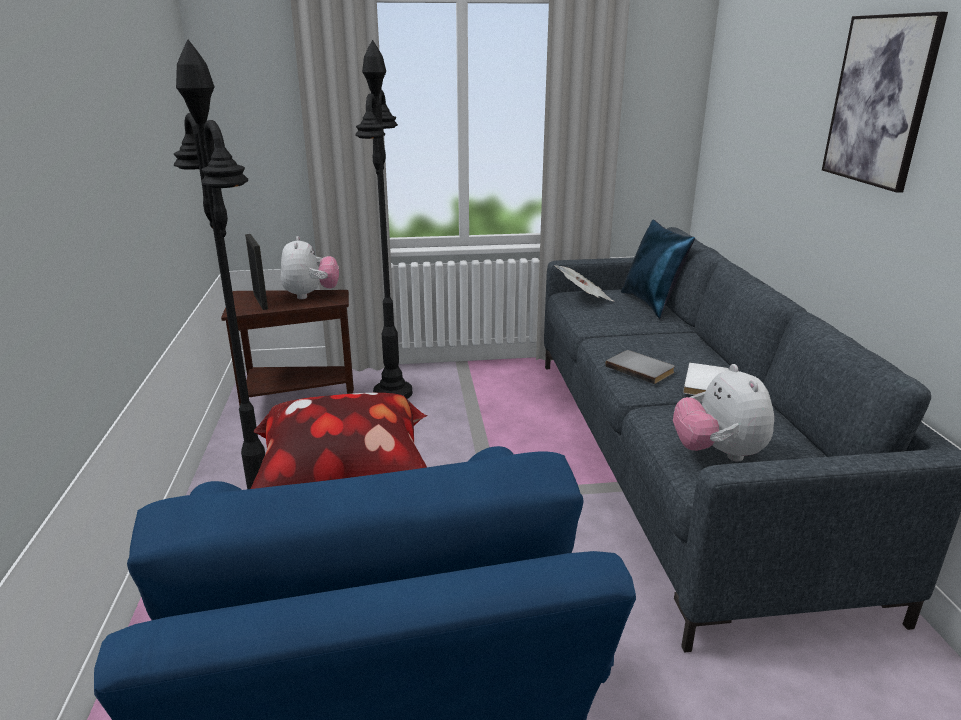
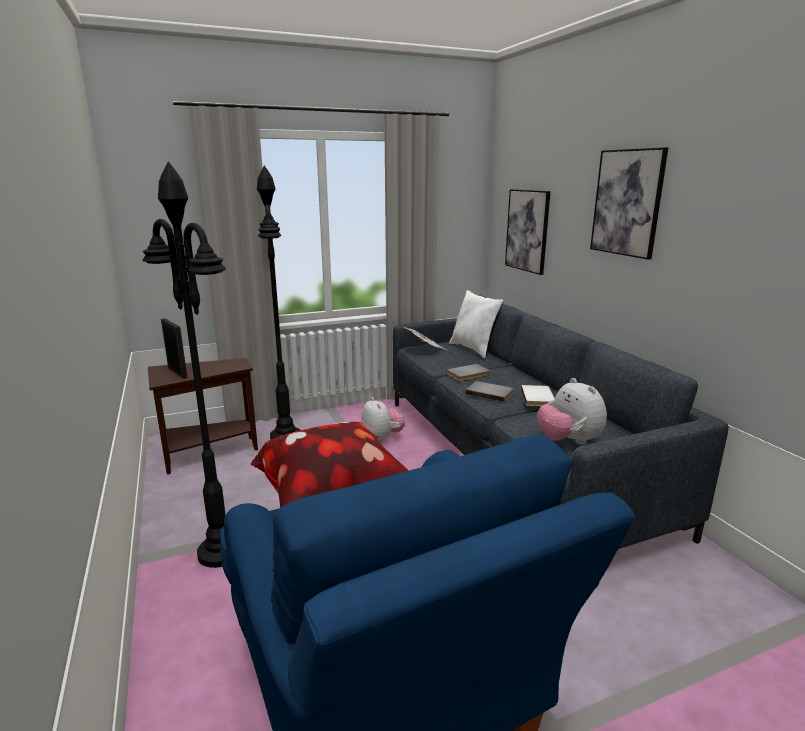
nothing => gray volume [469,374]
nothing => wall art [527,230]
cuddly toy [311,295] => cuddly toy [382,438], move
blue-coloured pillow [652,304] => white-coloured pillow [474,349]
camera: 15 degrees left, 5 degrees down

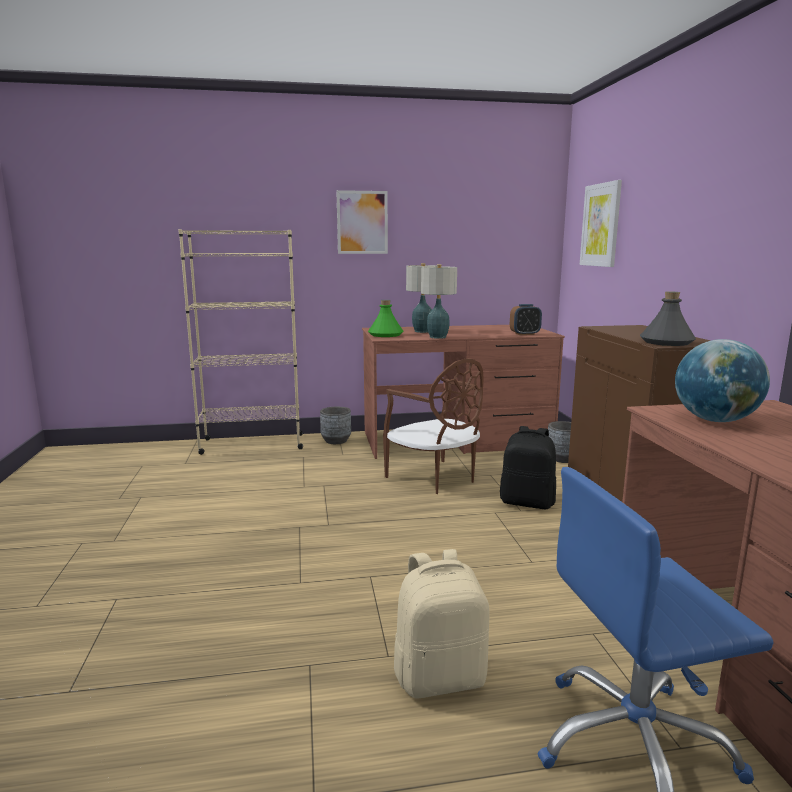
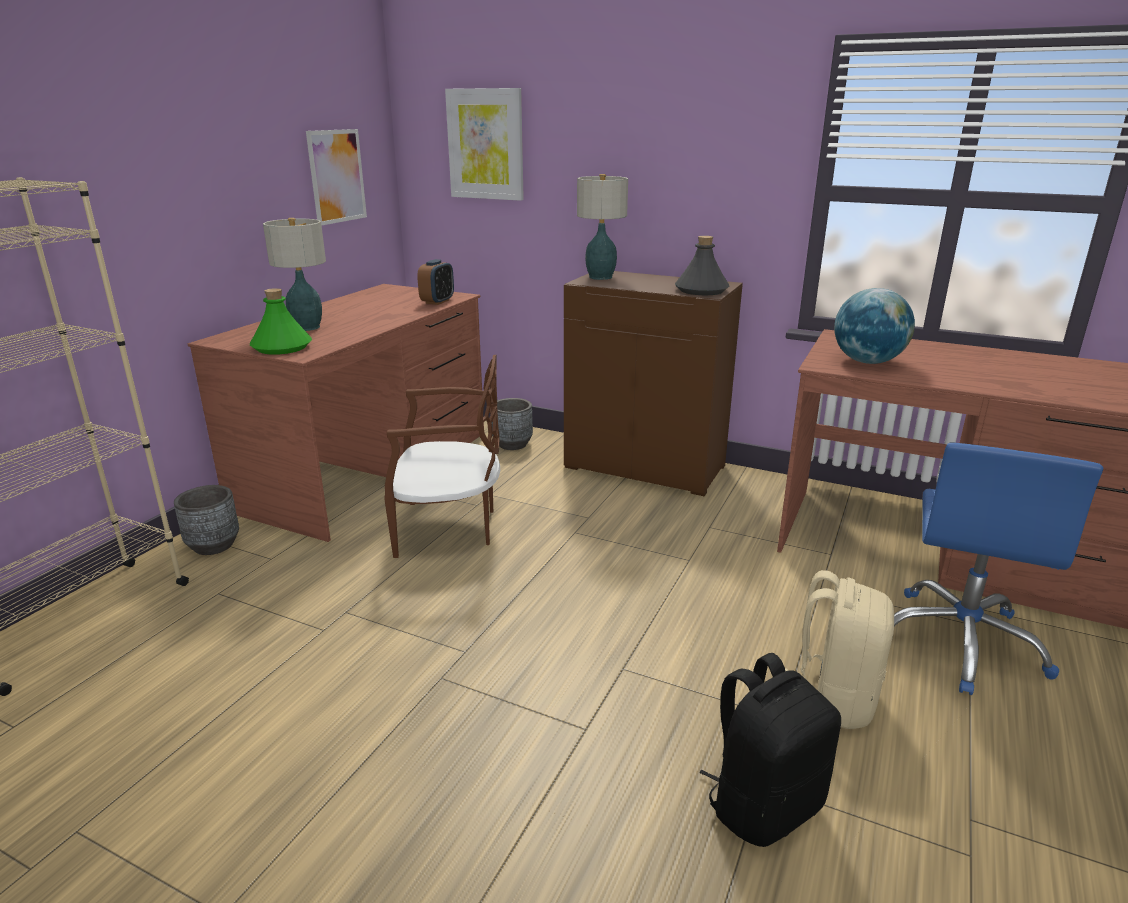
wall art [362,222] => wall art [337,176], move
tabletop lamp [438,337] => tabletop lamp [600,277], move
blackish backpack [527,502] => blackish backpack [763,804], move
camera: 55 degrees left, 10 degrees up

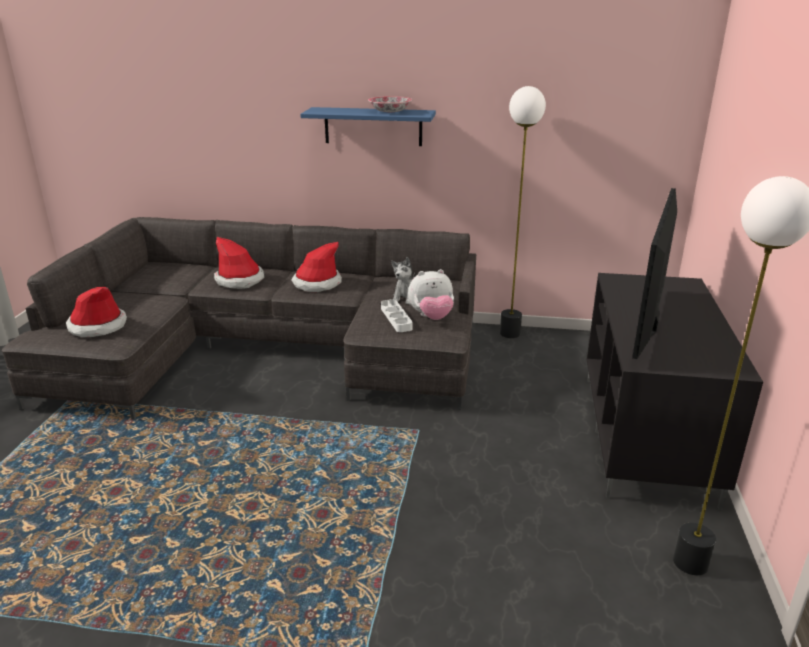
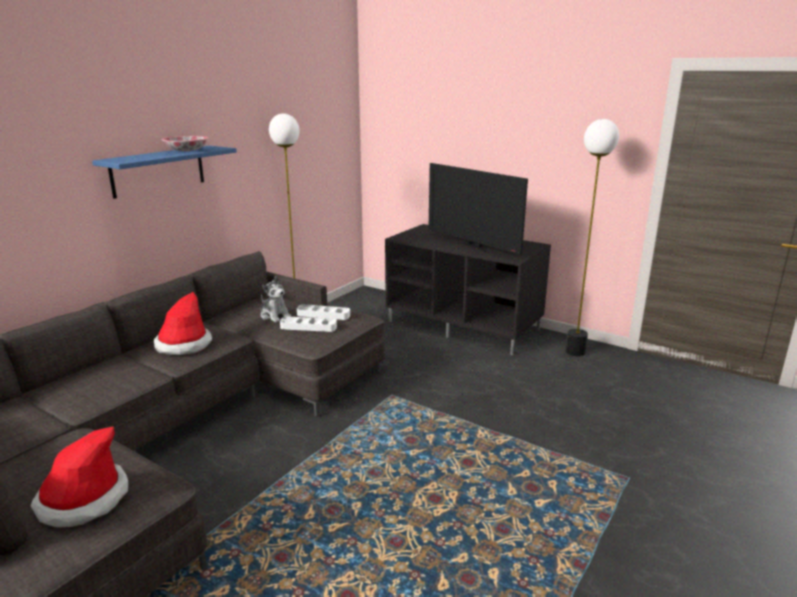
clothing hat [240,280] => nothing
cuddly toy [431,317] => white-coloured serving tray [323,315]
camera: 65 degrees left, 5 degrees down

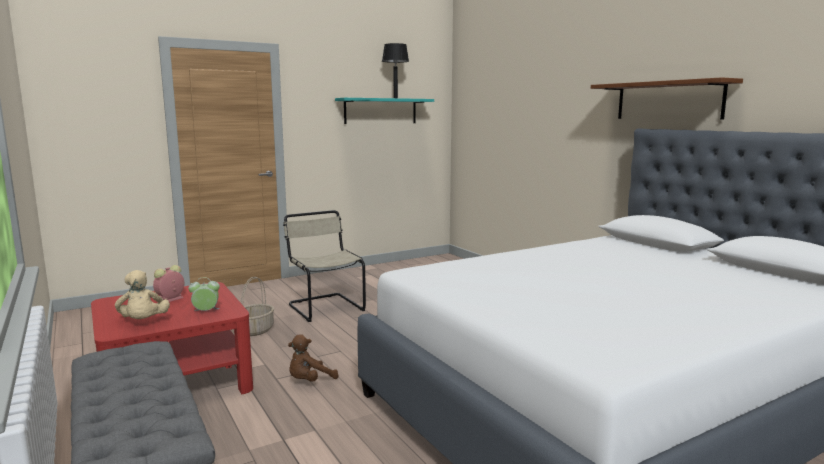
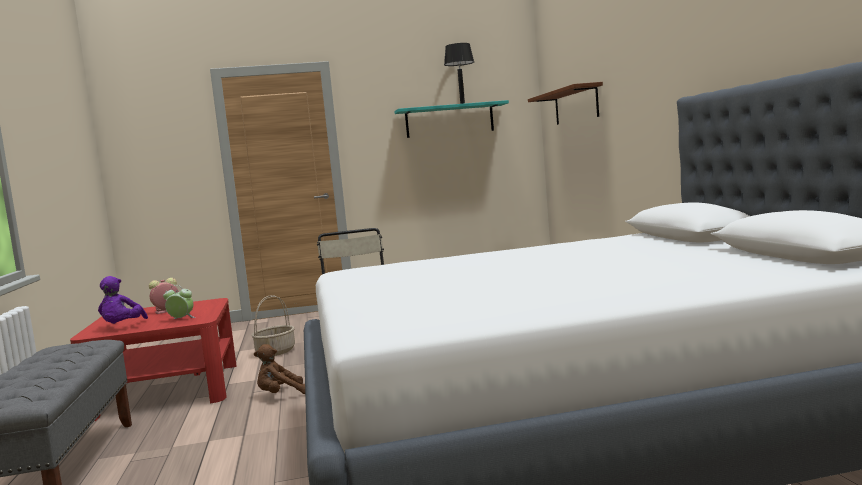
brown wall shelf [668,100] => brown wall shelf [576,105], move
sand-coloured cuddly toy [143,322] => purple-coloured cuddly toy [122,327]
camera: 20 degrees right, 5 degrees down

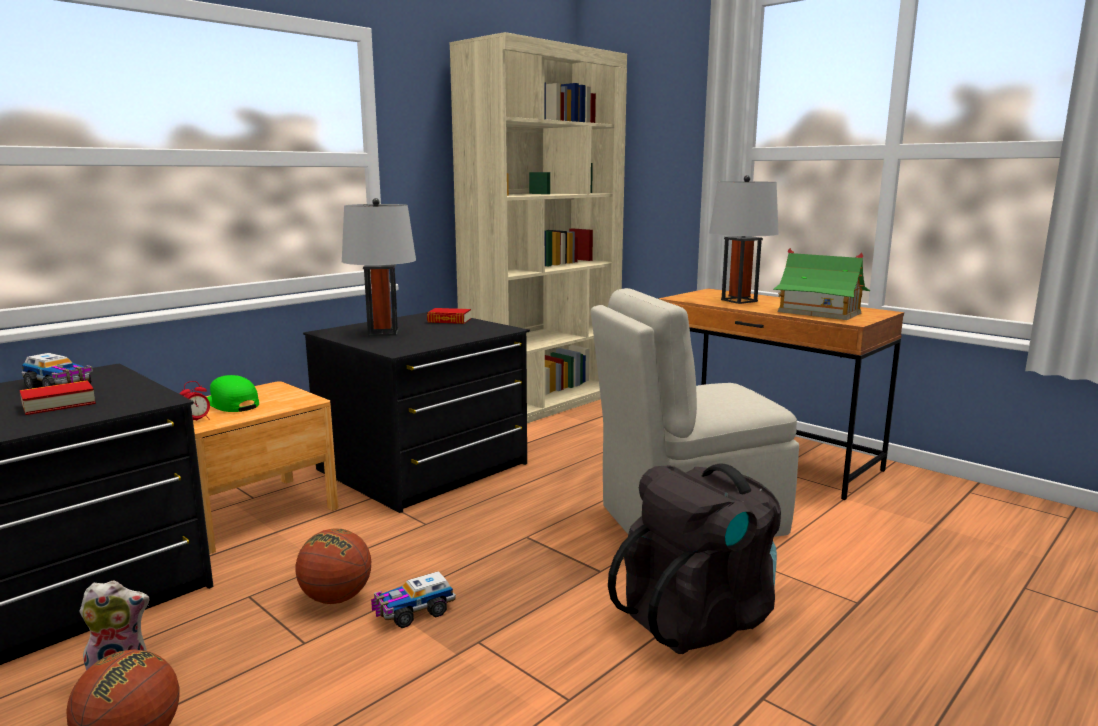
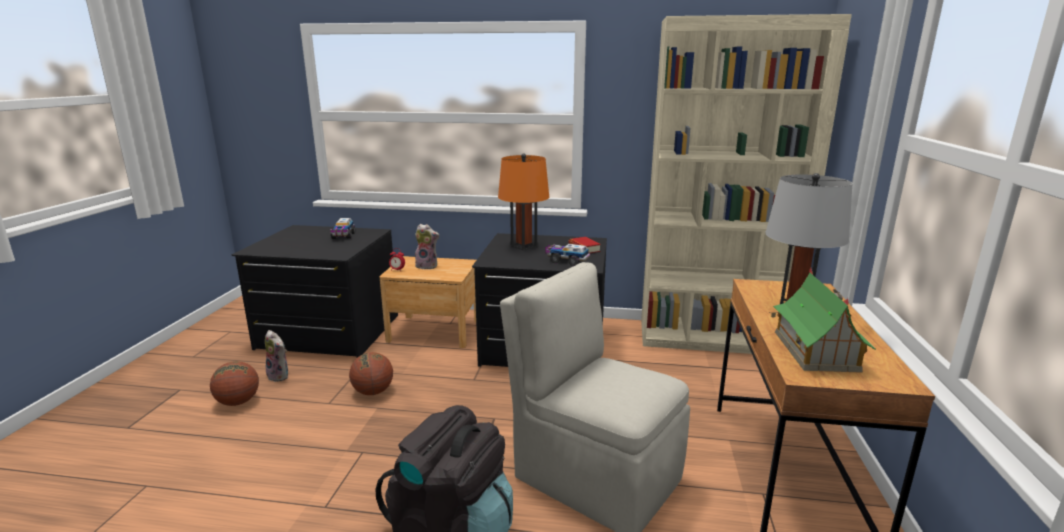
volume [59,404] => nothing
toy truck [413,612] => toy truck [566,261], move
green peaked cap [230,404] => cuddly toy [427,266]
gray tabletop lamp [383,333] => orange tabletop lamp [523,246]
camera: 55 degrees right, 5 degrees up

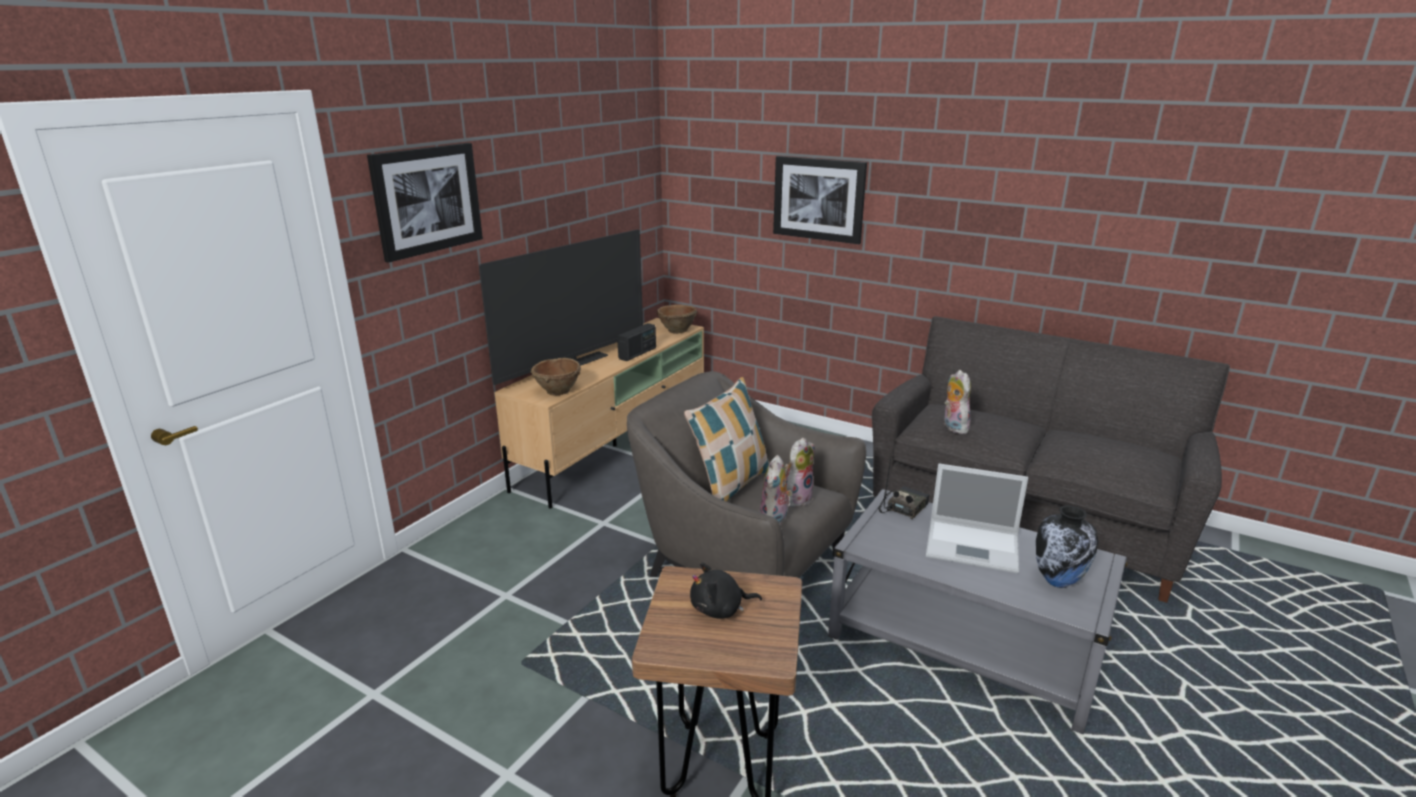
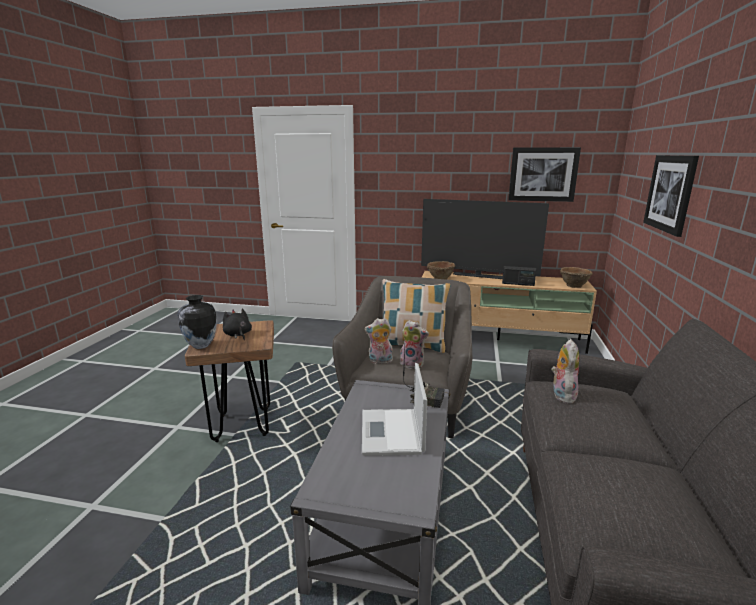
wall art [427,200] => wall art [543,174], move
vase [1058,581] => vase [200,346], move
cuddly toy [953,427] => cuddly toy [561,394], 45 degrees counterclockwise
camera: 70 degrees right, 5 degrees down

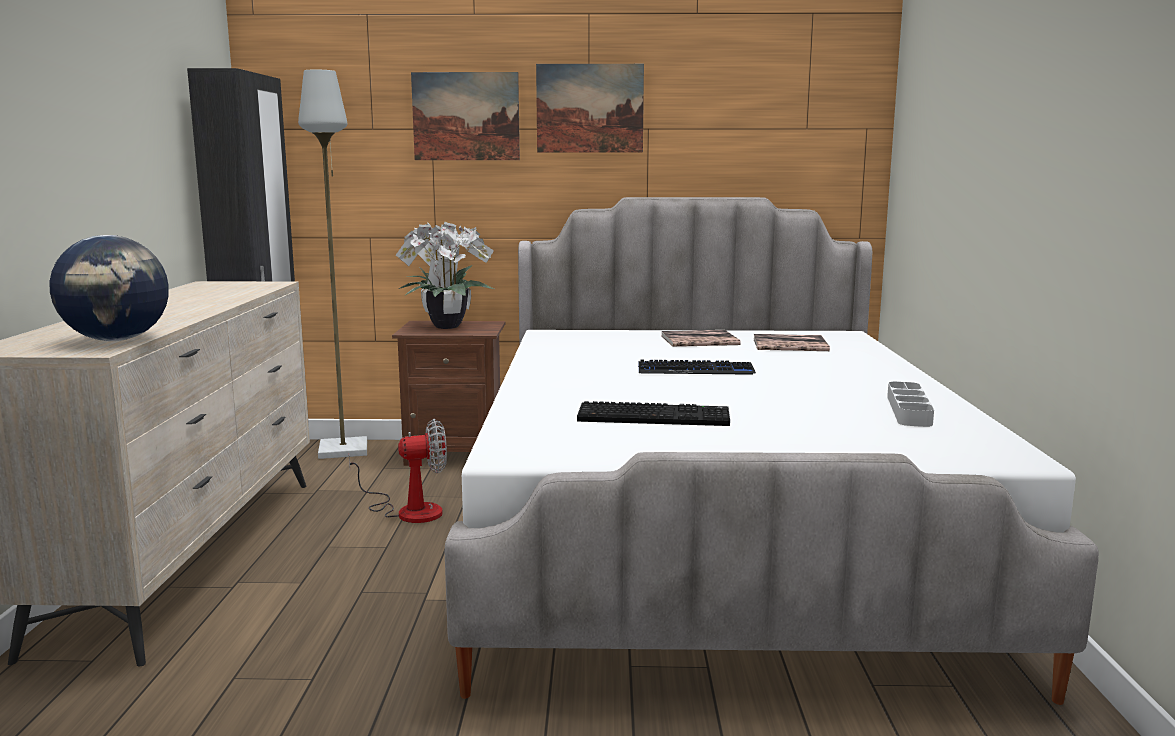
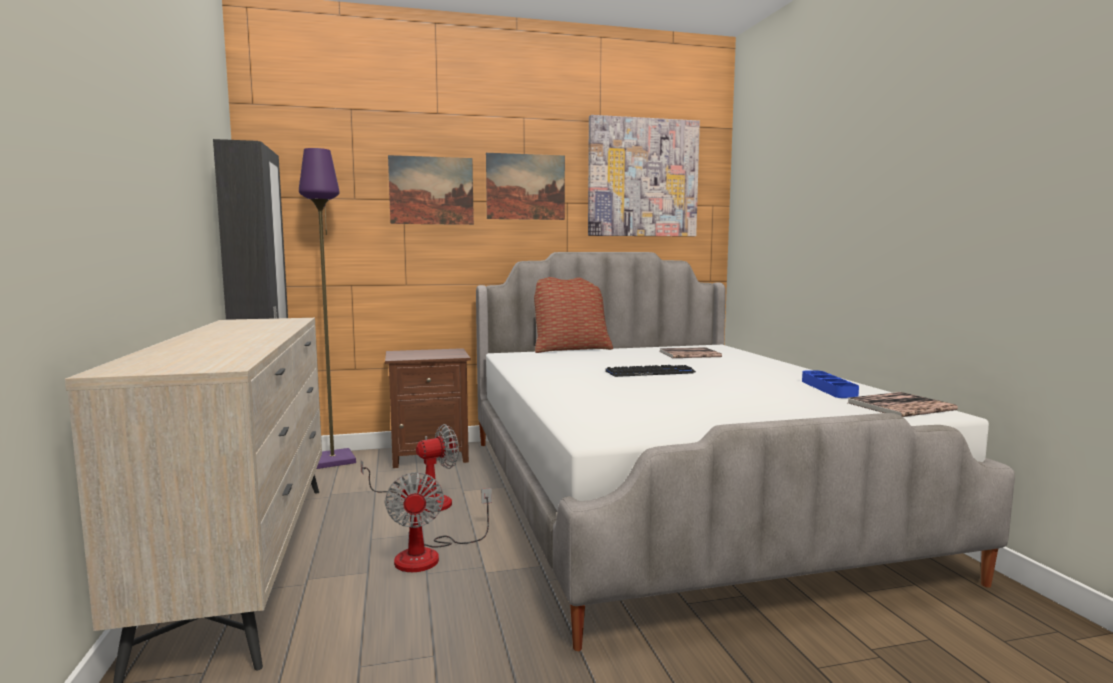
world globe [117,340] => nothing
potted plant [444,326] => nothing
keyboard [655,416] => nothing
nothing => electric fan [430,555]
nothing => pillow [570,349]
nothing => wall art [642,178]
volume [699,340] => volume [900,406], move
gray standing lamp [344,449] => purple-coloured standing lamp [333,460]
gray serving tray [908,410] => blue-coloured serving tray [828,388]
camera: 15 degrees left, 5 degrees down

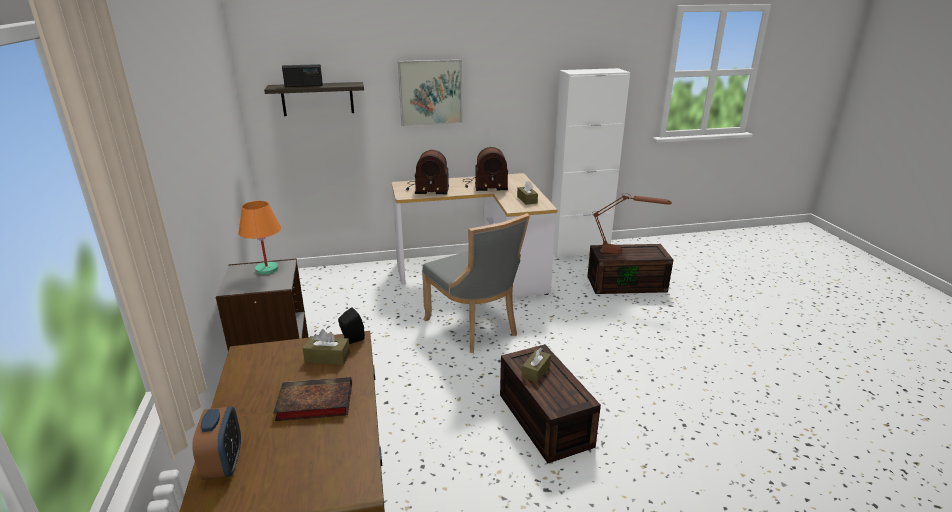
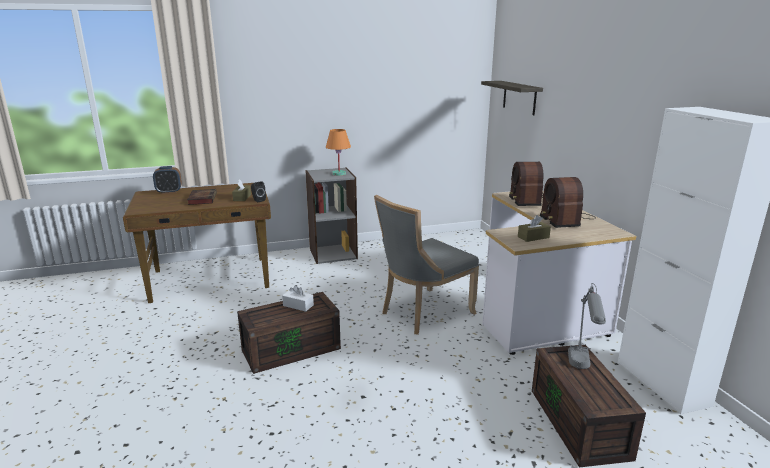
radio set [304,86] => nothing
wall art [430,92] => nothing
brown tissue box [536,371] => white-coloured tissue box [298,305]
brown tabletop lamp [625,252] => gray tabletop lamp [580,371]
camera: 85 degrees right, 5 degrees down

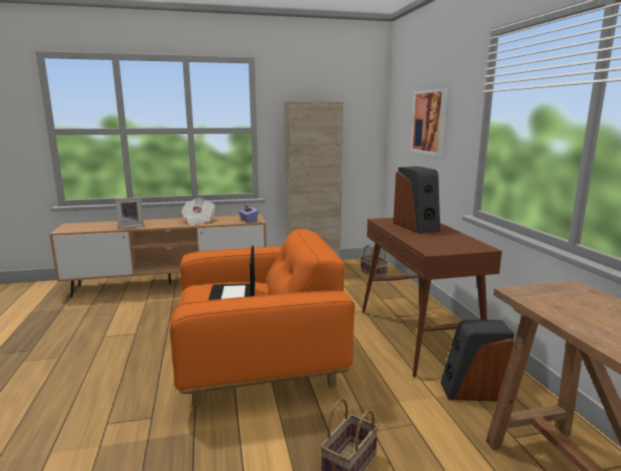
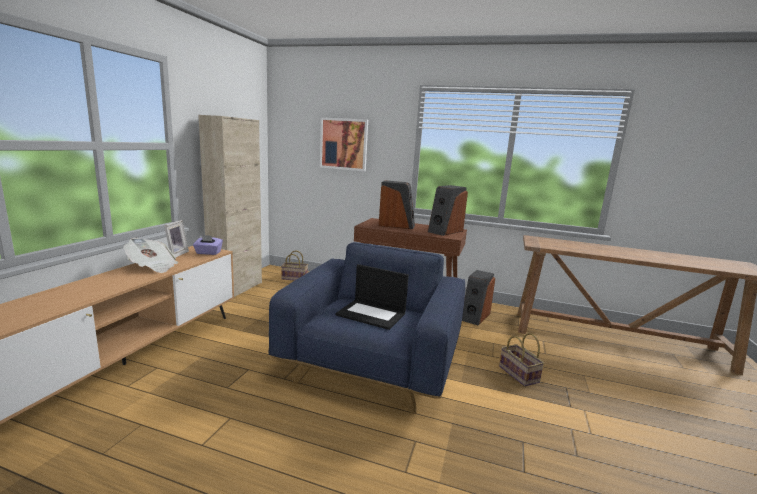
nothing => loudspeaker [445,231]
standing frame [131,226] => standing frame [175,254], move
orange armchair [258,359] => blue-coloured armchair [372,365]
camera: 60 degrees left, 0 degrees up

